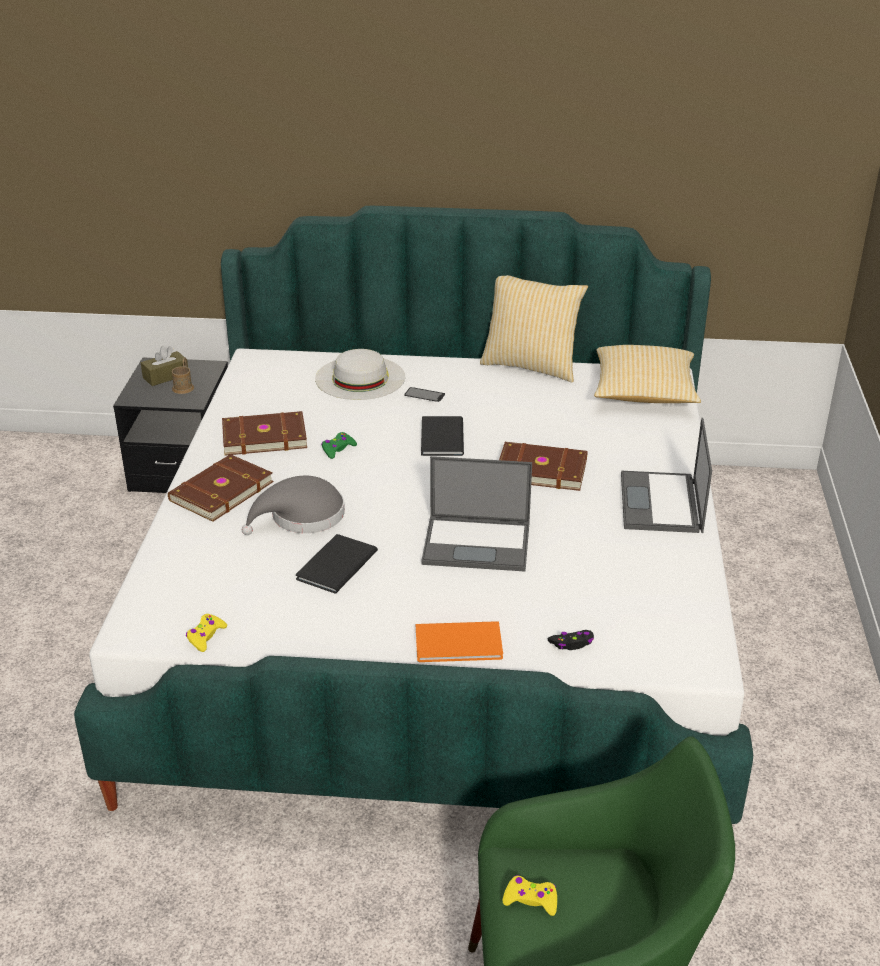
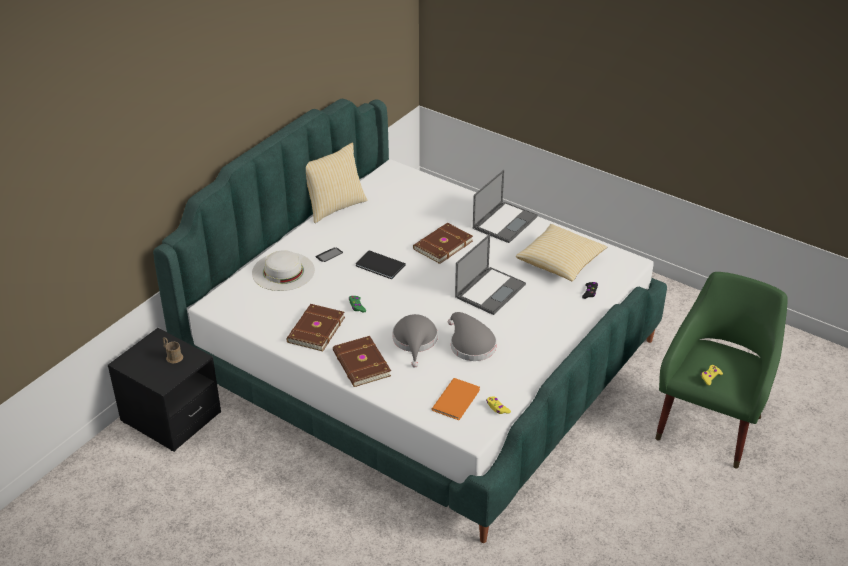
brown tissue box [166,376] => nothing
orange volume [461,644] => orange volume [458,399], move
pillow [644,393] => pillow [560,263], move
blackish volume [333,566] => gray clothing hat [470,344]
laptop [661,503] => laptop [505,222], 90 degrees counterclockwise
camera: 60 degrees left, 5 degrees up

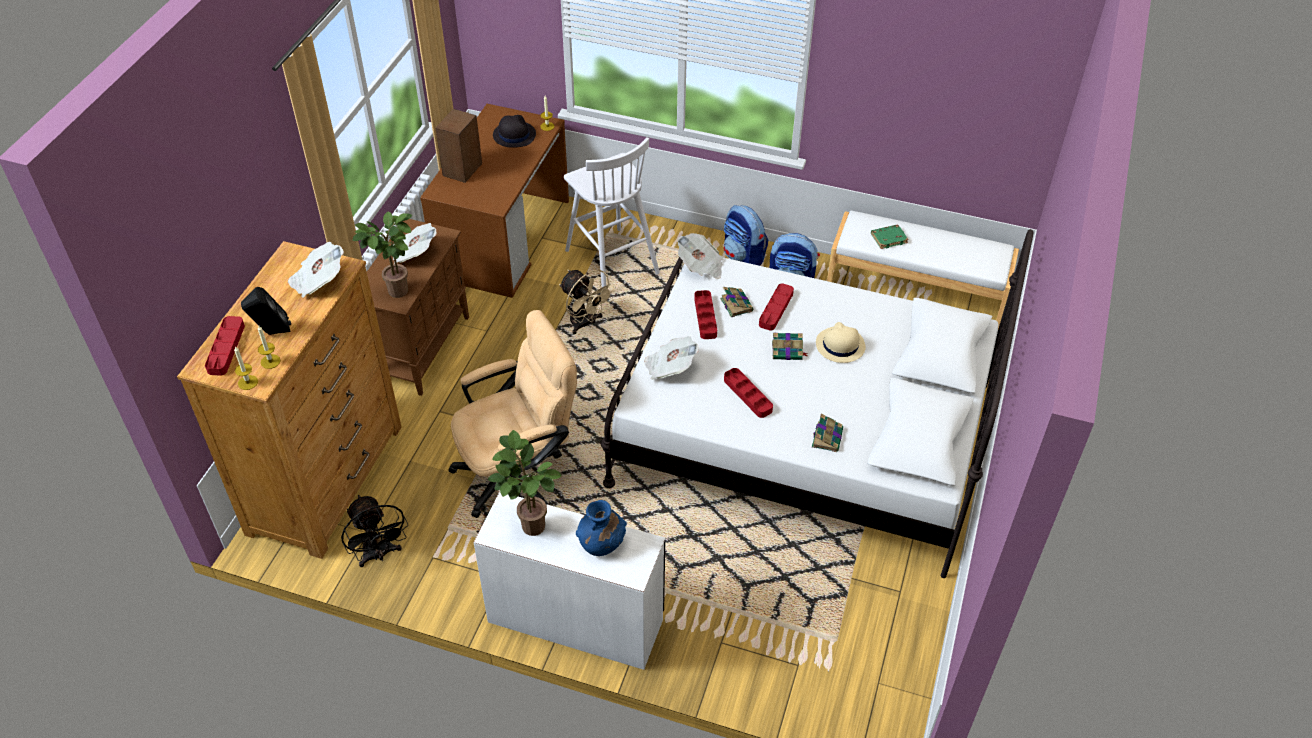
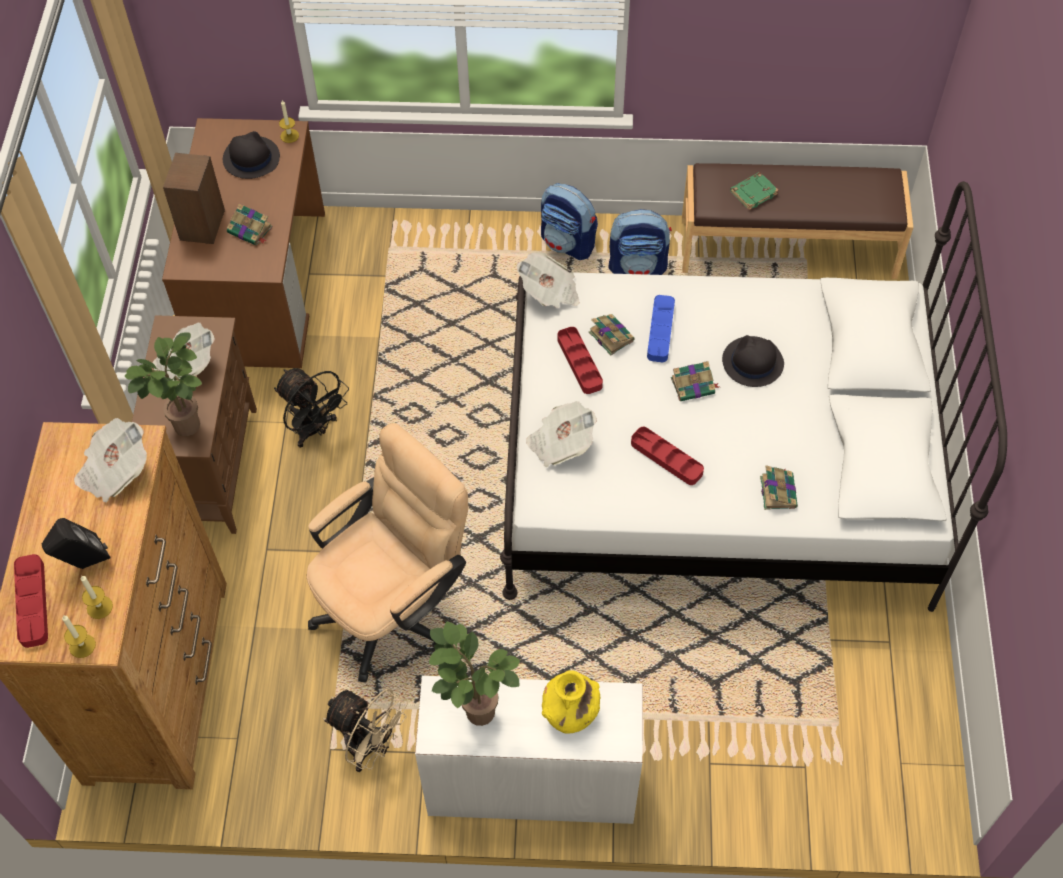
white-coloured stool [610,261] => nothing
nothing => volume [250,230]
blackish electric fan [379,555] => blackish electric fan [315,430], move
sand-coloured electric fan [585,323] => sand-coloured electric fan [370,746], move
blue-coloured vase [601,543] => yellow vase [570,712]
reddish serving tray [776,309] => blue-coloured serving tray [660,331]
sand-coloured clothing hat [840,345] => blackish clothing hat [752,362]
white-coloured bench [915,294] => brown bench [787,247]
camera: 15 degrees left, 10 degrees up

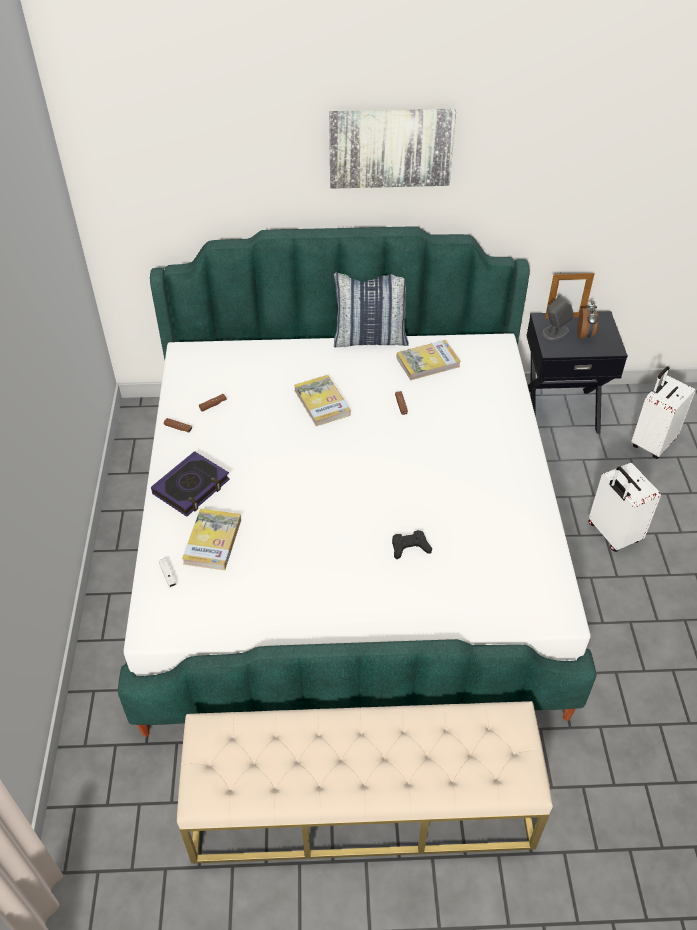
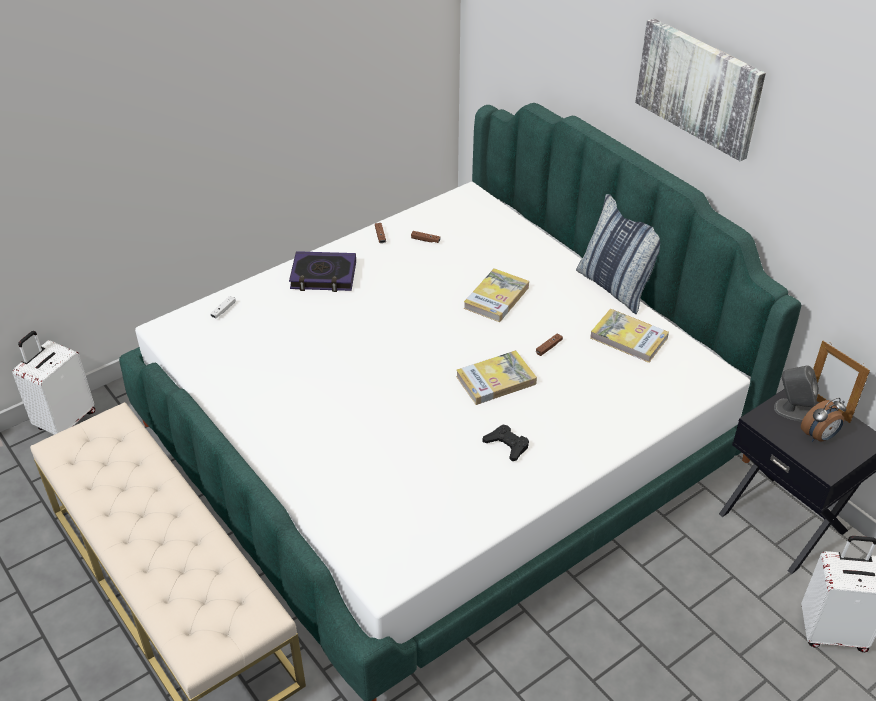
volume [212,541] => volume [496,380], move
blackish game controller [410,547] => blackish game controller [507,445], move
white-coloured travel case [612,534] => white-coloured travel case [65,420], move
camera: 55 degrees right, 5 degrees down

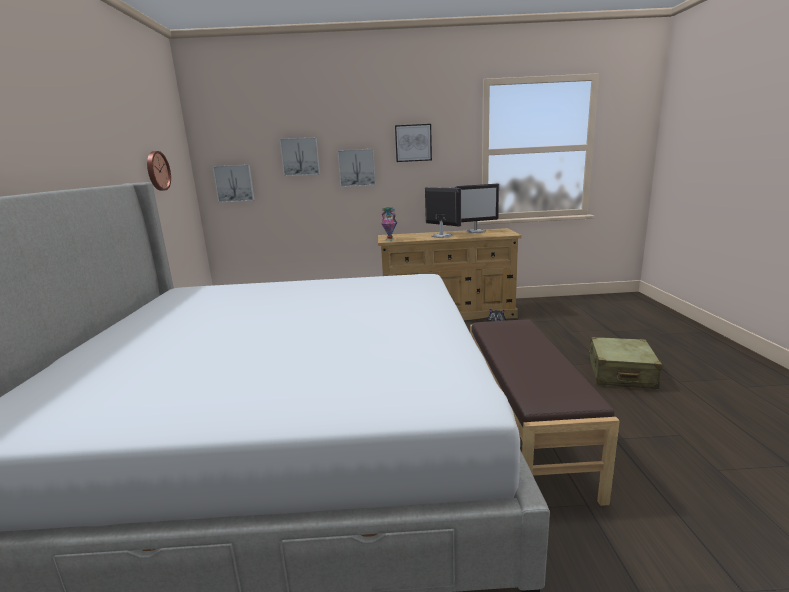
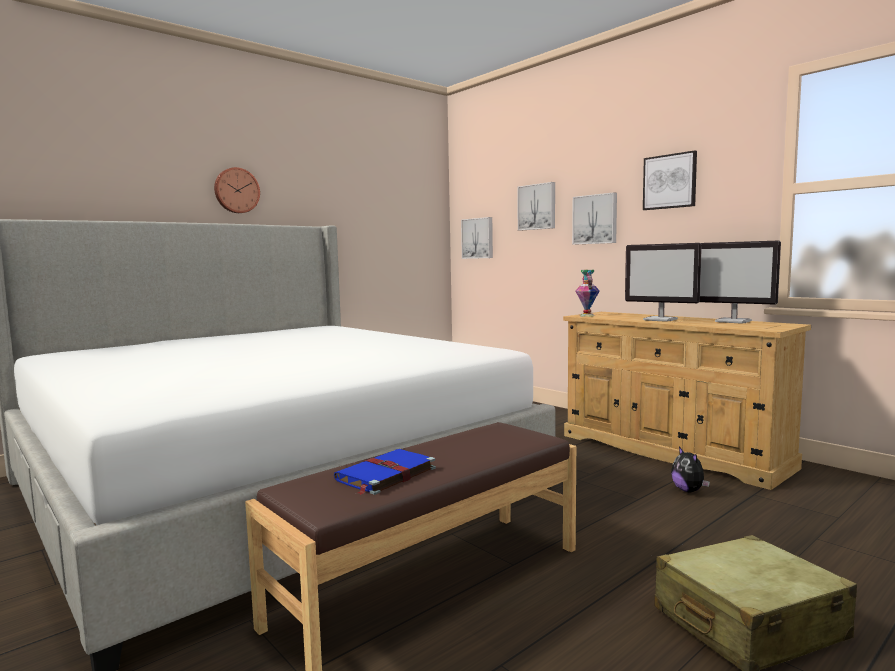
nothing => blue-coloured volume [385,474]
hanging clock [157,171] => hanging clock [236,190], move
computer display [441,236] => computer display [661,320], 120 degrees clockwise
camera: 50 degrees right, 10 degrees down

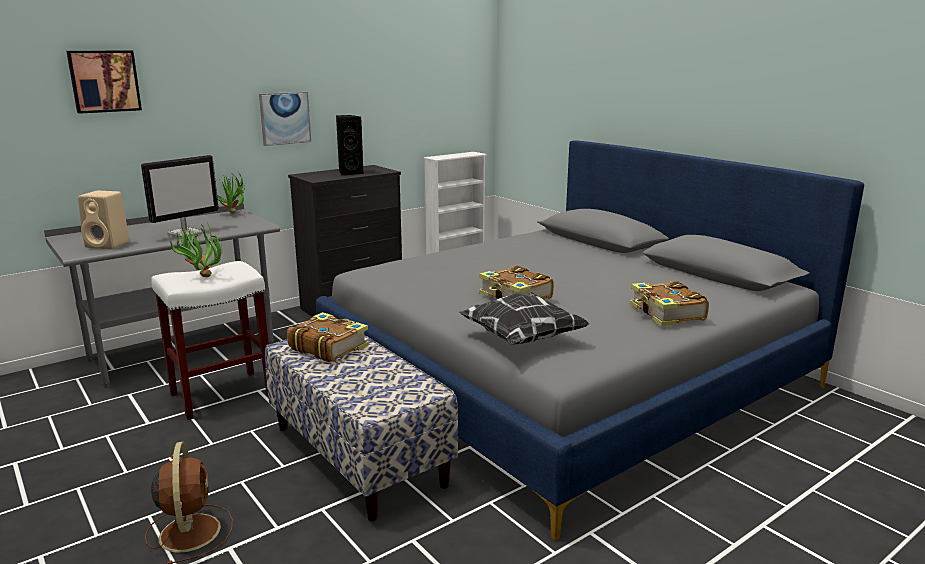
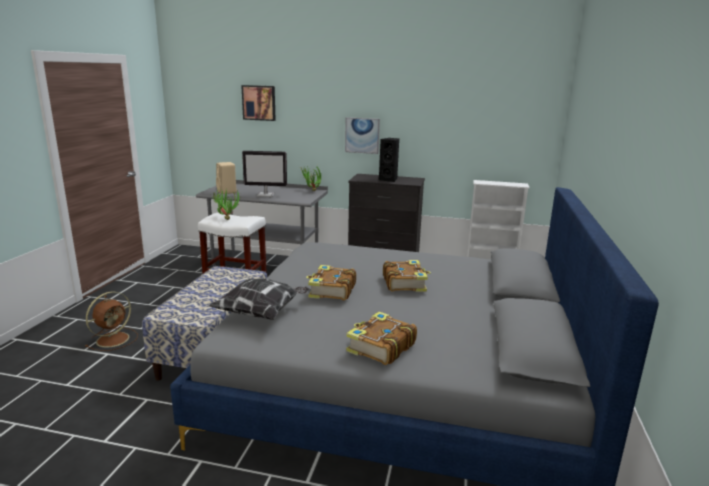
volume [328,347] => volume [404,283], move
camera: 50 degrees right, 0 degrees up

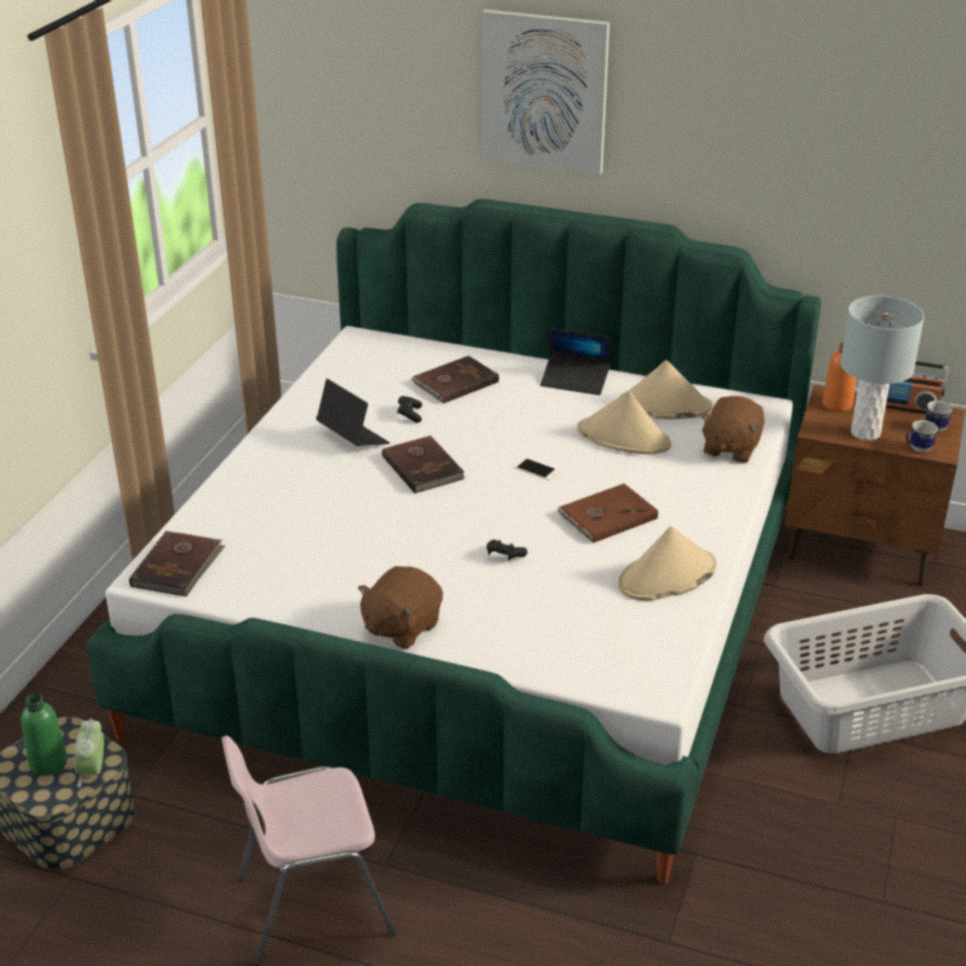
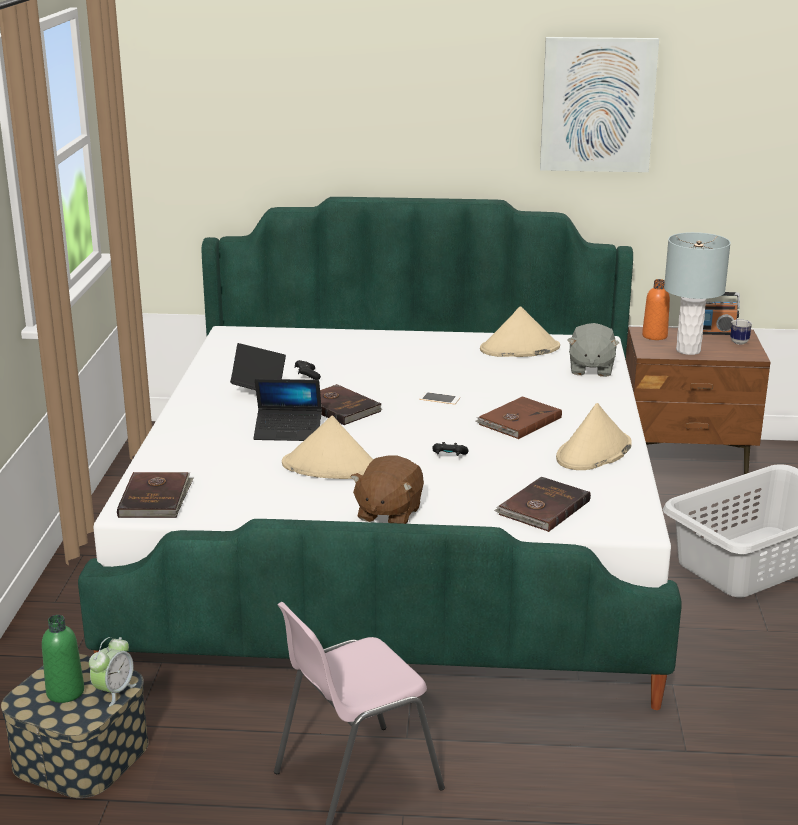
tea mug [917,449] => nothing
brown volume [454,382] => brown volume [542,508], move
wall art [544,91] => wall art [597,104], move
laptop [575,381] => laptop [288,432], move
sand-coloured clothing hat [624,437] => sand-coloured clothing hat [331,467], move
brown cuddly toy [730,448] => gray cuddly toy [590,369]
bedside clock [93,771] => bedside clock [114,692], 135 degrees counterclockwise
camera: 15 degrees left, 10 degrees down

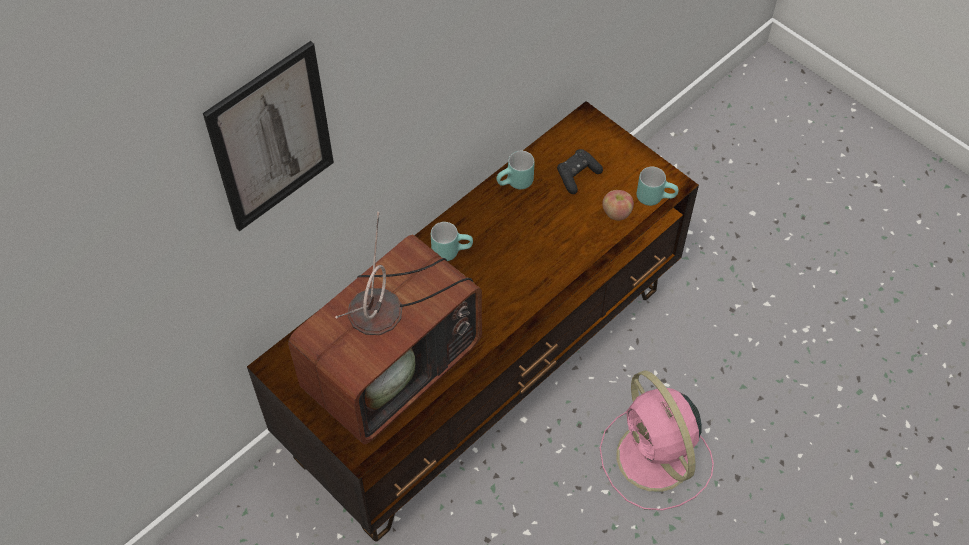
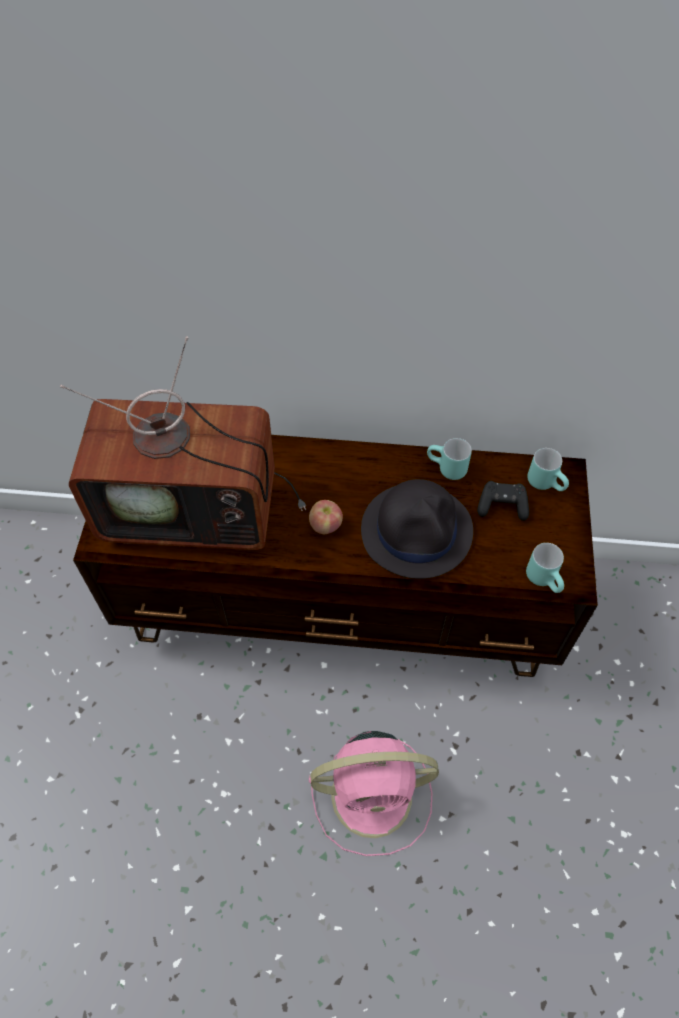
wall art [271,138] => nothing
nothing => blackish clothing hat [417,530]
blue-green tea mug [451,250] => blue-green tea mug [547,483], move
apple [616,213] => apple [325,525], move
pinkish electric fan [655,460] => pinkish electric fan [375,795], 120 degrees counterclockwise
camera: 50 degrees right, 0 degrees up

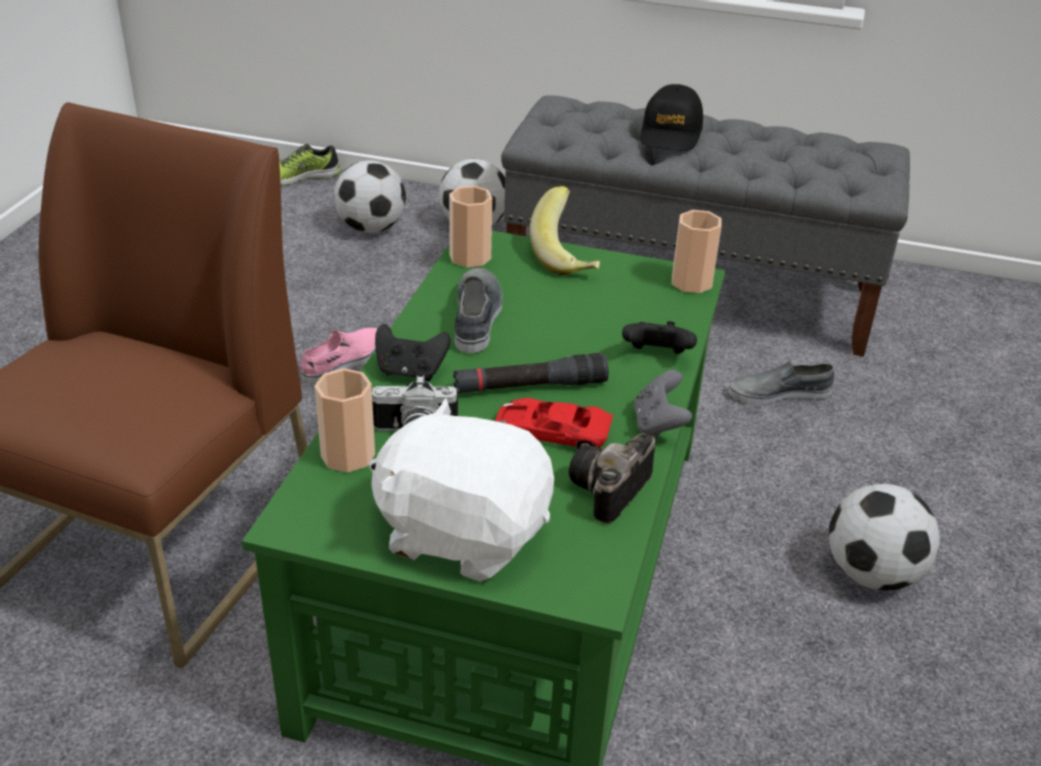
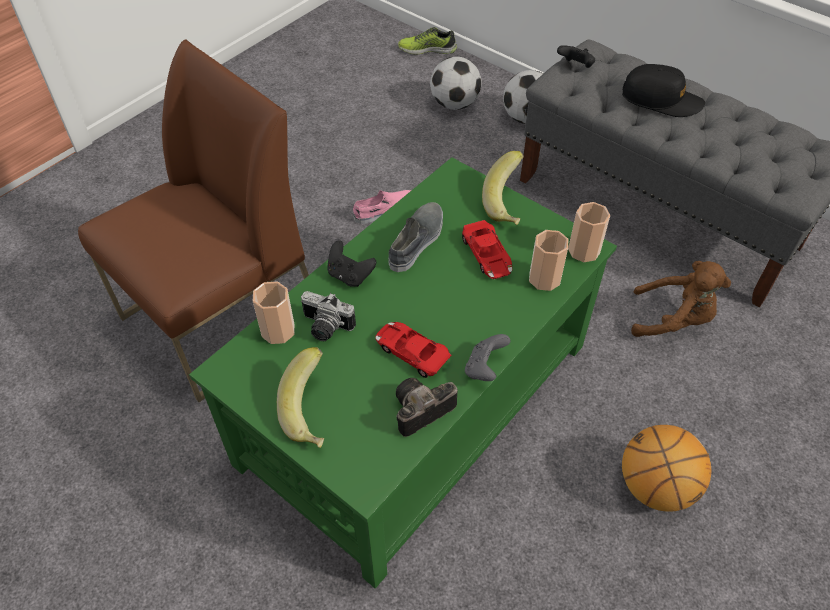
blackish hand torch [530,386] => nothing
nothing => reddish model car [487,255]
small cup [470,257] => small cup [544,279], move
blackish game controller [656,356] => blackish game controller [575,67], move
white-coloured cuddly toy [462,533] => banana fruit [313,412]
gray shoe [779,393] => brown cuddly toy [673,320]
football ball [872,574] => basketball [655,486]
blackish peaked cap [671,133] => blackish peaked cap [661,100], 105 degrees counterclockwise
camera: 25 degrees right, 15 degrees up

